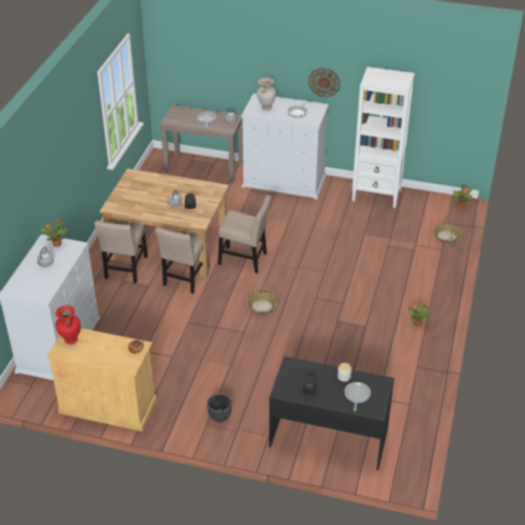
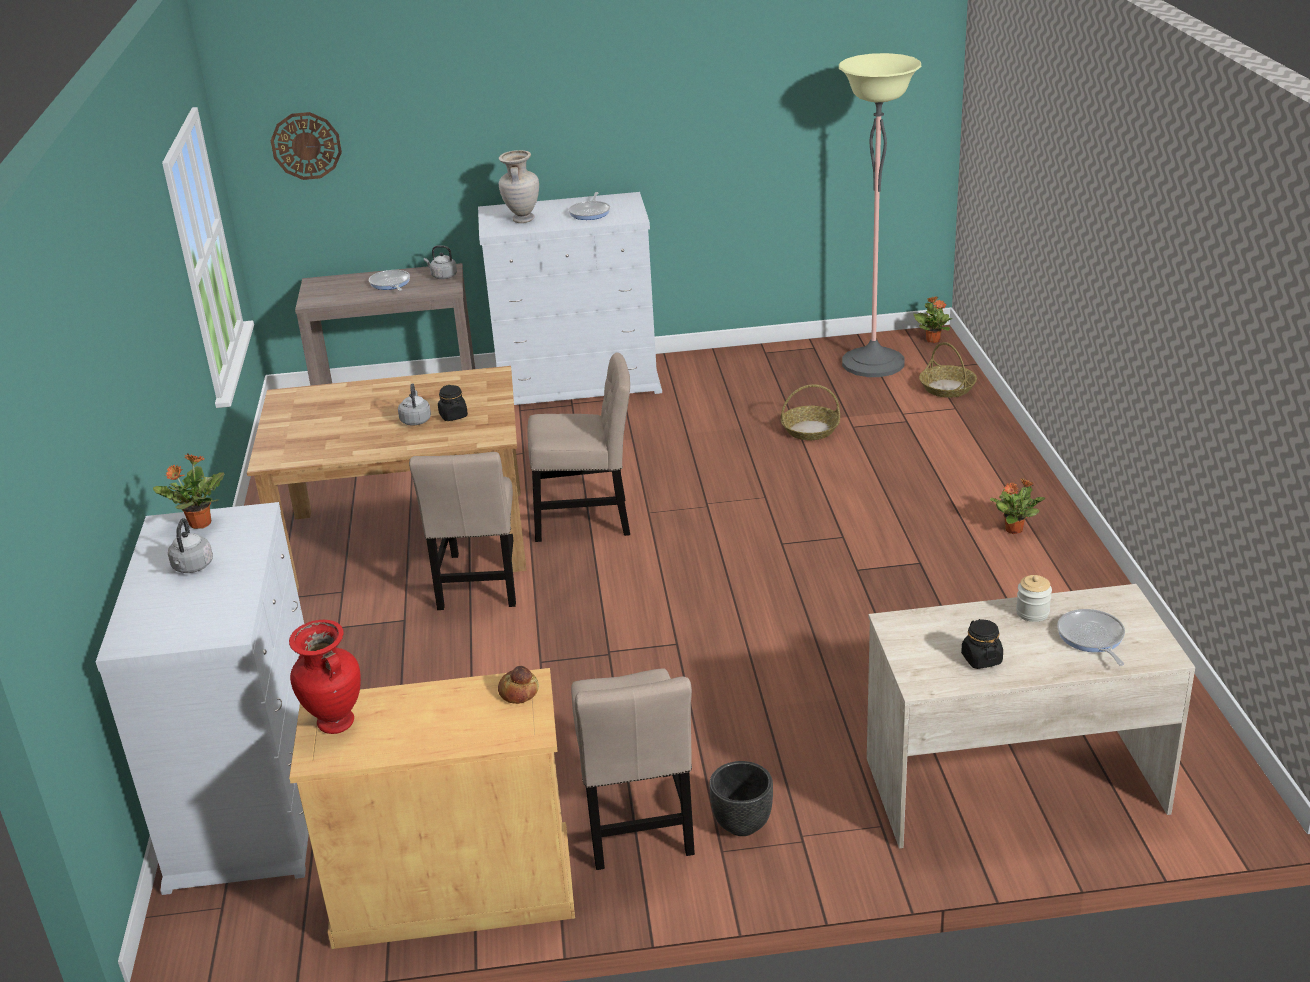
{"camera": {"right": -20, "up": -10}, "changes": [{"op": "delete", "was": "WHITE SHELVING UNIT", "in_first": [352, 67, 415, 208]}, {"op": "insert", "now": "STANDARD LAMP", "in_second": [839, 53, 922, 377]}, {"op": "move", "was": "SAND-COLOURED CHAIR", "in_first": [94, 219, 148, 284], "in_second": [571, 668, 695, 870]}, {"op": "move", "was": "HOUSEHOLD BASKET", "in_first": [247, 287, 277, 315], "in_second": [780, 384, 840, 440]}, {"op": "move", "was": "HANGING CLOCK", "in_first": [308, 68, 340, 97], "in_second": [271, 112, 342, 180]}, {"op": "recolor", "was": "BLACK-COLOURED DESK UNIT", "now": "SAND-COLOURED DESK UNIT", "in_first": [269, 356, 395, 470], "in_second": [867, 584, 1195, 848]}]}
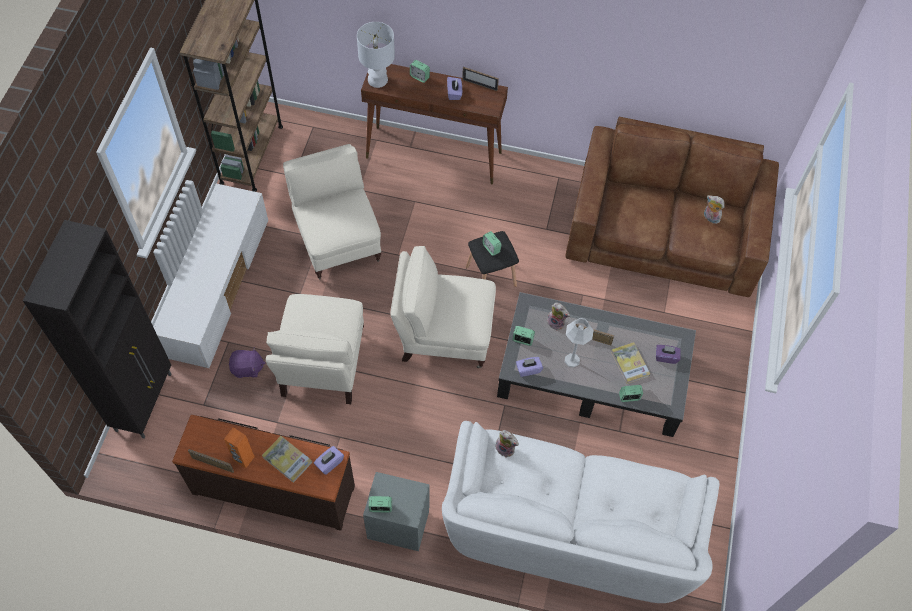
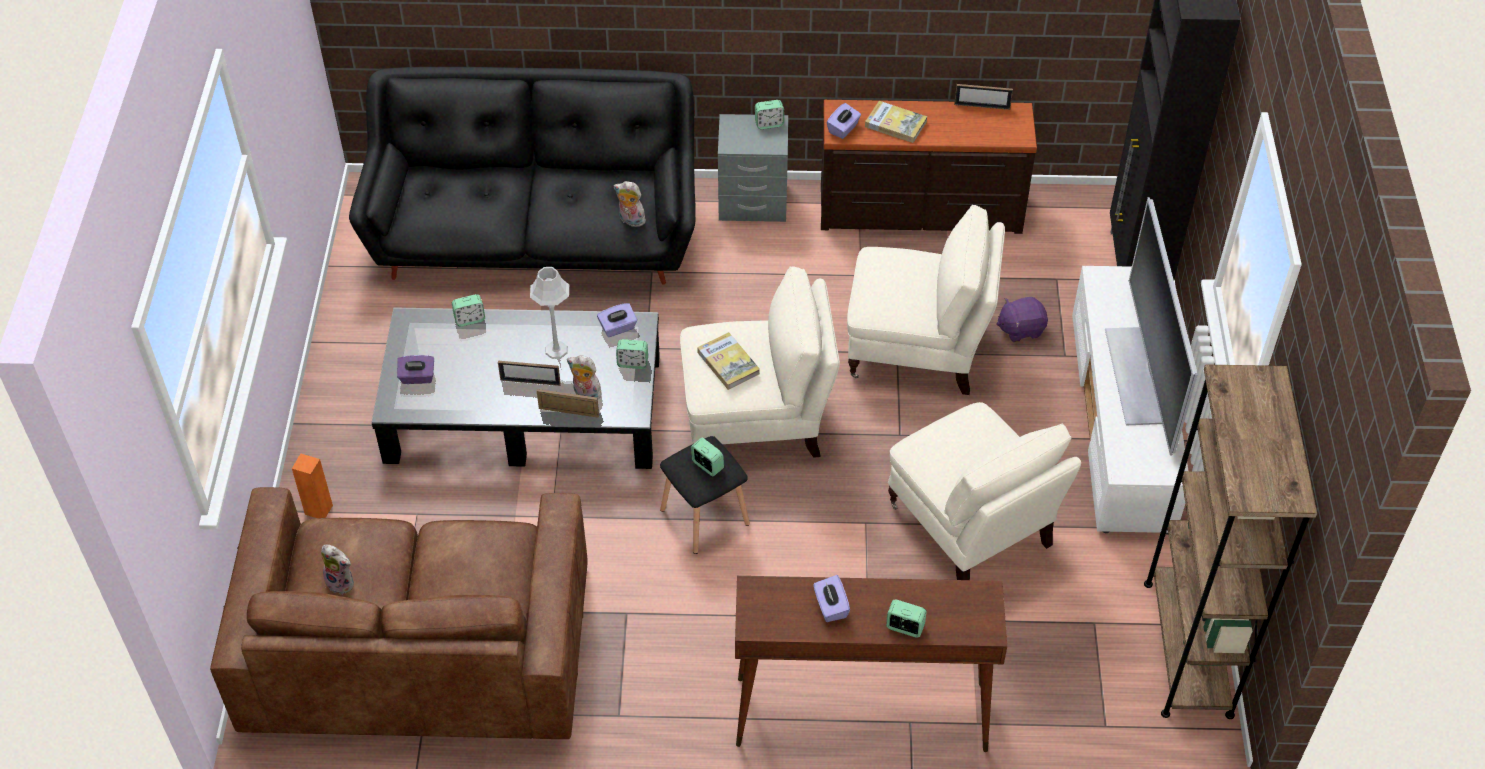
{"camera": {"right": 170, "up": -10}, "changes": [{"op": "delete", "was": "WHITE TABLETOP LAMP", "in_first": [357, 22, 395, 88]}, {"op": "insert", "now": "TELEVISION", "in_second": [1105, 197, 1198, 456]}, {"op": "move", "was": "ORANGE AUDIO SPEAKER", "in_first": [224, 428, 254, 468], "in_second": [292, 453, 333, 518]}, {"op": "move", "was": "PHOTO FRAME", "in_first": [462, 67, 499, 91], "in_second": [537, 389, 599, 418]}, {"op": "move", "was": "BOUND BOOK", "in_first": [611, 342, 650, 384], "in_second": [697, 332, 760, 390]}, {"op": "recolor", "was": "WHITE SETTEE", "now": "BLACK-COLOURED SETTEE", "in_first": [442, 421, 719, 603], "in_second": [349, 67, 696, 285]}, {"op": "rotate", "was": "SAND-COLOURED EASY CHAIR", "in_first": [266, 294, 364, 404], "in_second": [847, 205, 1005, 395], "clockwise": 105}]}
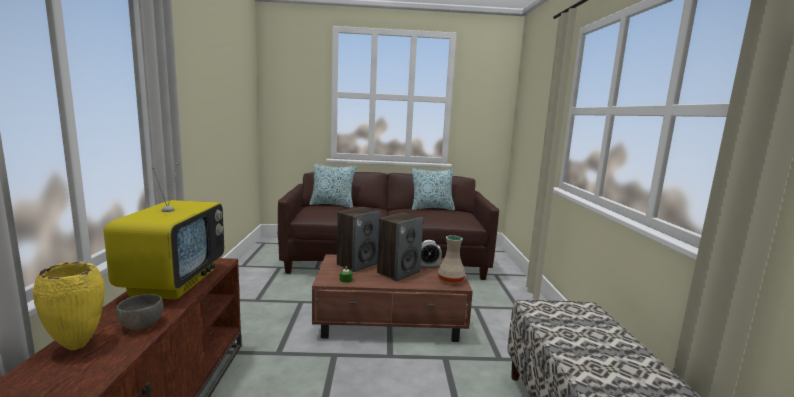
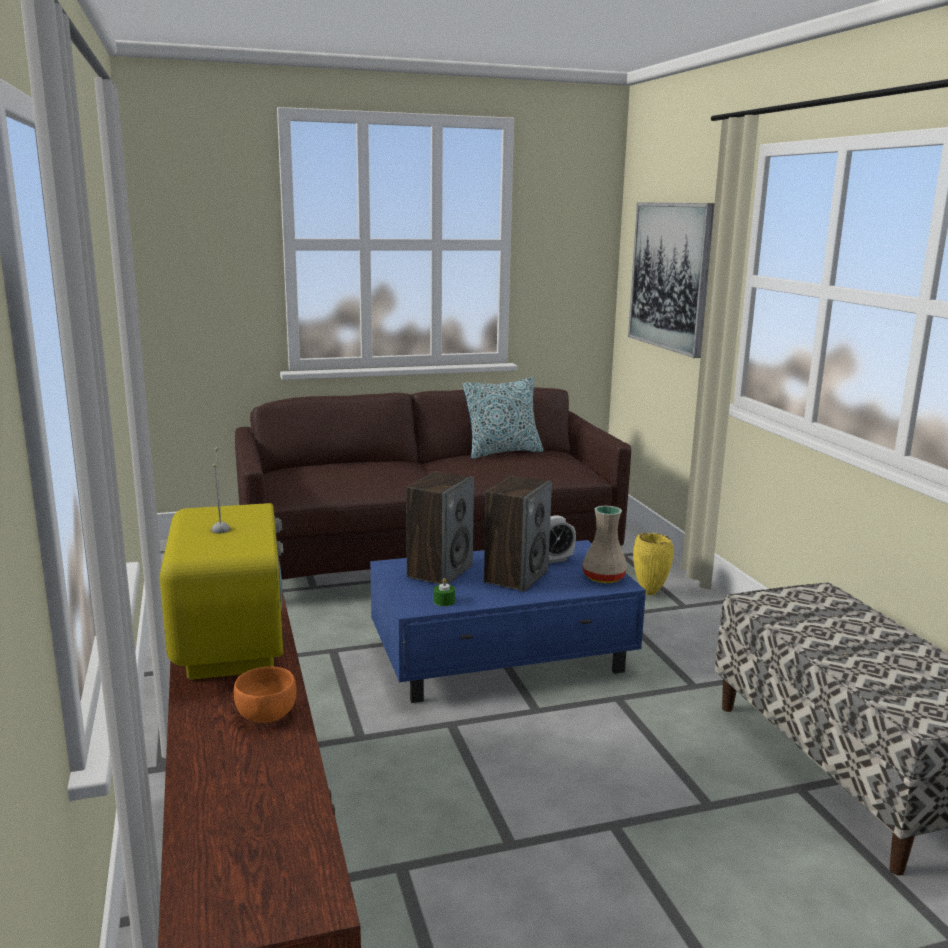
{"camera": {"right": -15, "up": 5}, "changes": [{"op": "delete", "was": "PILLOW", "in_first": [309, 164, 357, 208]}, {"op": "insert", "now": "WALL PICTURE", "in_second": [628, 202, 715, 358]}, {"op": "move", "was": "YELLOWISH VASE", "in_first": [33, 262, 105, 350], "in_second": [633, 533, 674, 595]}, {"op": "recolor", "was": "GREY BOWL", "now": "ORANGE BOWL", "in_first": [116, 294, 163, 329], "in_second": [234, 667, 297, 723]}, {"op": "recolor", "was": "BROWN-COLOURED LOW TABLE", "now": "BLUE LOW TABLE", "in_first": [312, 254, 473, 342], "in_second": [370, 540, 646, 703]}]}
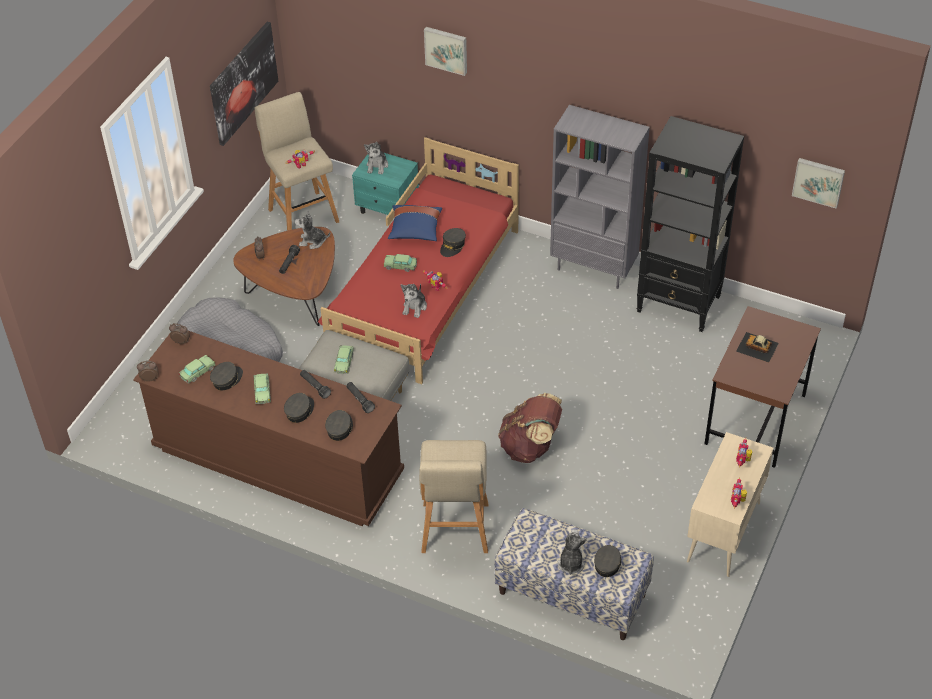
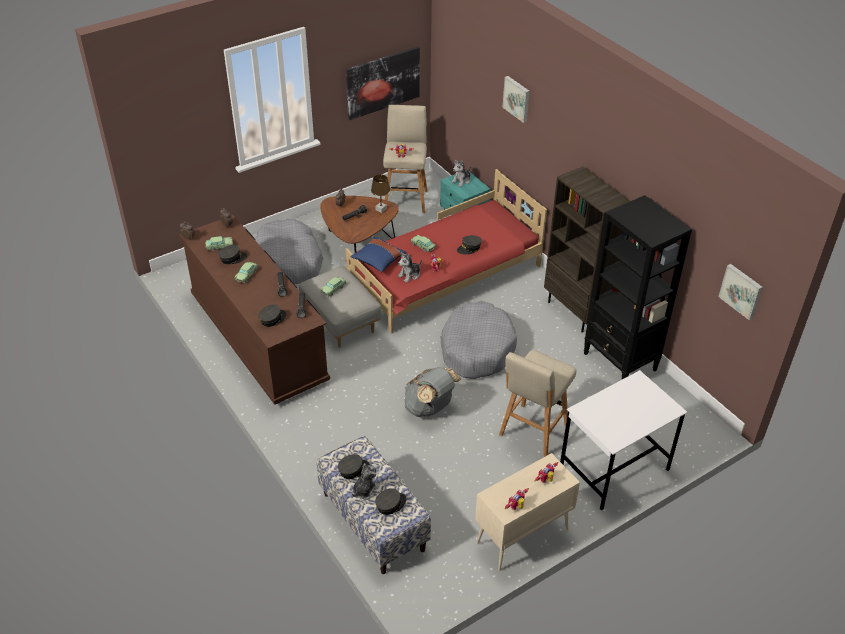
{"camera": {"right": 30, "up": -5}, "changes": [{"op": "delete", "was": "MODEL CAR", "in_first": [736, 332, 779, 363]}, {"op": "insert", "now": "GREY DOG BED", "in_second": [441, 301, 517, 379]}, {"op": "move", "was": "GREY CAP", "in_first": [284, 393, 314, 423], "in_second": [338, 454, 370, 479]}, {"op": "move", "was": "BLUE PILLOW", "in_first": [388, 205, 442, 241], "in_second": [351, 237, 406, 272]}, {"op": "move", "was": "SAND-COLOURED SITTING STOOL", "in_first": [419, 440, 488, 553], "in_second": [499, 350, 577, 457]}, {"op": "replace", "was": "SOFT TOY", "now": "BROWN-COLOURED TABLETOP LAMP", "in_first": [295, 211, 330, 249], "in_second": [371, 174, 390, 213]}, {"op": "recolor", "was": "BROWN-COLOURED RUCKSACK", "now": "GREY RUCKSACK", "in_first": [498, 393, 562, 463], "in_second": [405, 367, 461, 417]}, {"op": "recolor", "was": "GREY SHELVING UNIT", "now": "BROWN-COLOURED SHELVING UNIT", "in_first": [550, 105, 650, 289], "in_second": [544, 166, 630, 333]}, {"op": "recolor", "was": "BROWN-COLOURED DESK UNIT", "now": "WHITE DESK UNIT", "in_first": [704, 306, 821, 468], "in_second": [560, 370, 687, 510]}]}
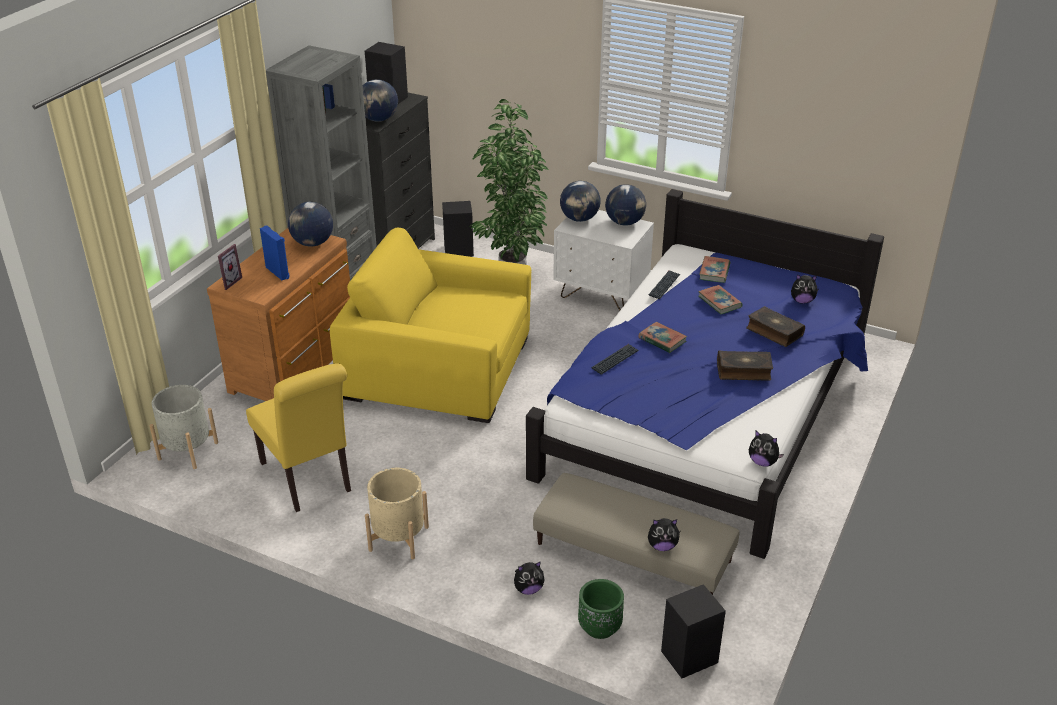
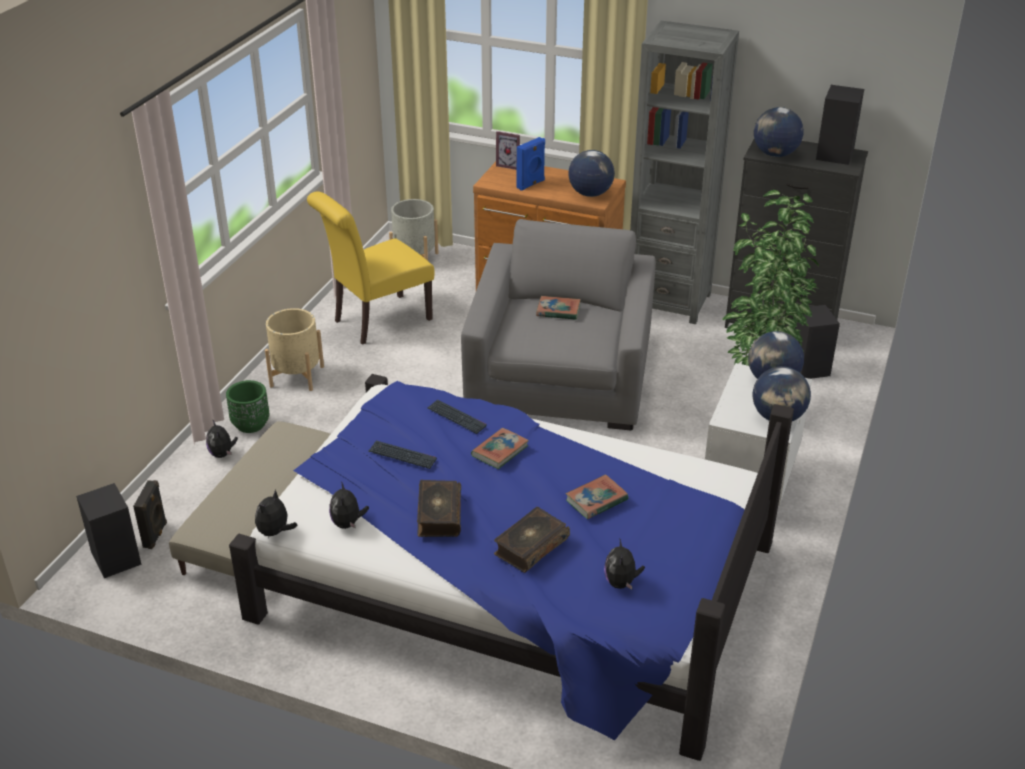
{"camera": {"right": 85, "up": 0}, "changes": [{"op": "insert", "now": "BLACK-COLOURED AUDIO SPEAKER", "in_second": [133, 480, 167, 549]}, {"op": "move", "was": "GREENISH PLANTER", "in_first": [578, 579, 624, 639], "in_second": [226, 380, 269, 433]}, {"op": "move", "was": "SOFT TOY", "in_first": [648, 518, 680, 551], "in_second": [329, 481, 369, 529]}, {"op": "move", "was": "KEYBOARD", "in_first": [649, 270, 680, 299], "in_second": [368, 441, 437, 469]}, {"op": "move", "was": "BOUND BOOK", "in_first": [699, 256, 731, 283], "in_second": [536, 296, 581, 320]}, {"op": "recolor", "was": "YELLOWISH EASY CHAIR", "now": "GREY EASY CHAIR", "in_first": [330, 228, 531, 423], "in_second": [461, 219, 656, 430]}]}
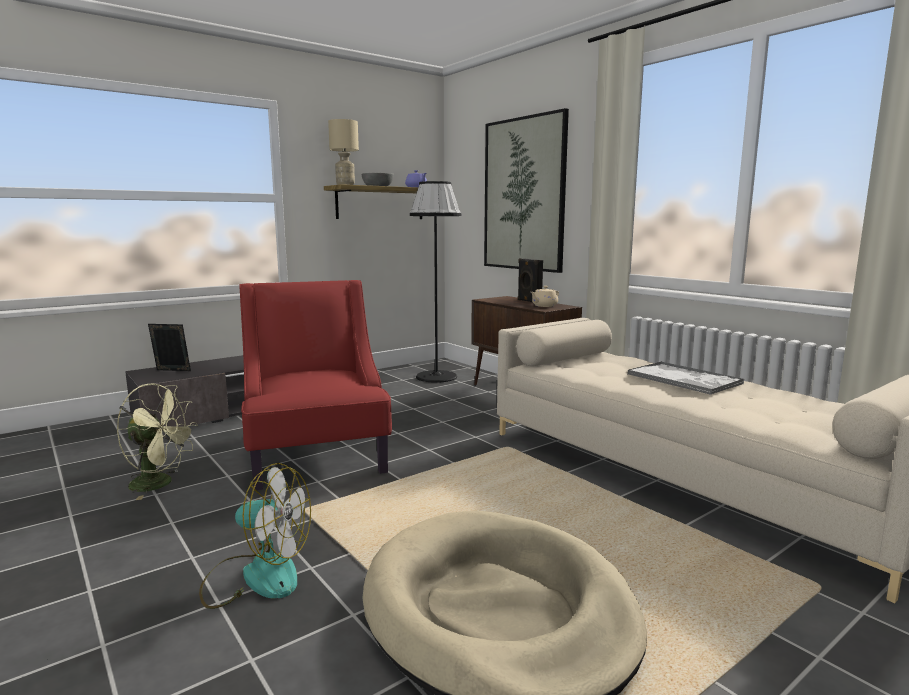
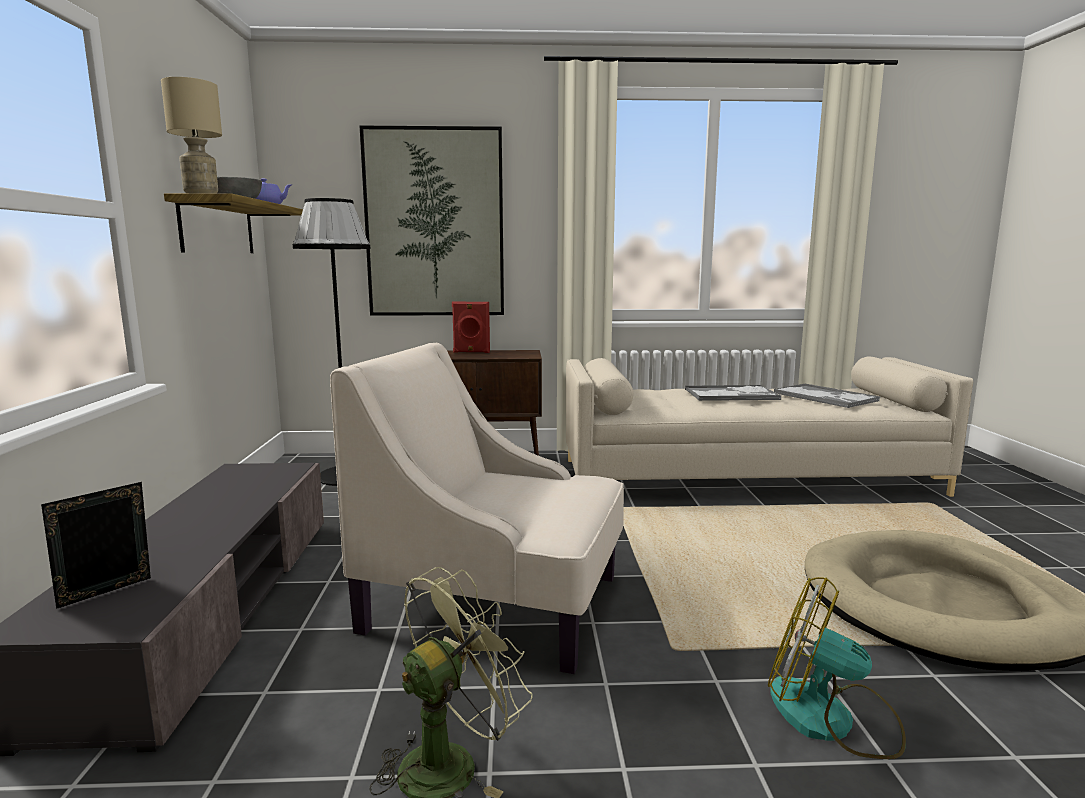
{"camera": {"right": -55, "up": 0}, "changes": [{"op": "delete", "was": "SAND-COLOURED POT FOR TEA", "in_first": [531, 286, 559, 307]}, {"op": "insert", "now": "TRAY", "in_second": [774, 383, 880, 408]}, {"op": "recolor", "was": "RED-COLOURED EASY CHAIR", "now": "SAND-COLOURED EASY CHAIR", "in_first": [239, 280, 392, 491], "in_second": [330, 343, 624, 674]}, {"op": "recolor", "was": "BLACK-COLOURED AUDIO SPEAKER", "now": "RED-COLOURED AUDIO SPEAKER", "in_first": [518, 258, 543, 302], "in_second": [452, 301, 490, 353]}, {"op": "rotate", "was": "ELECTRIC FAN", "in_first": [199, 463, 311, 609], "in_second": [768, 577, 906, 759], "clockwise": -105}]}
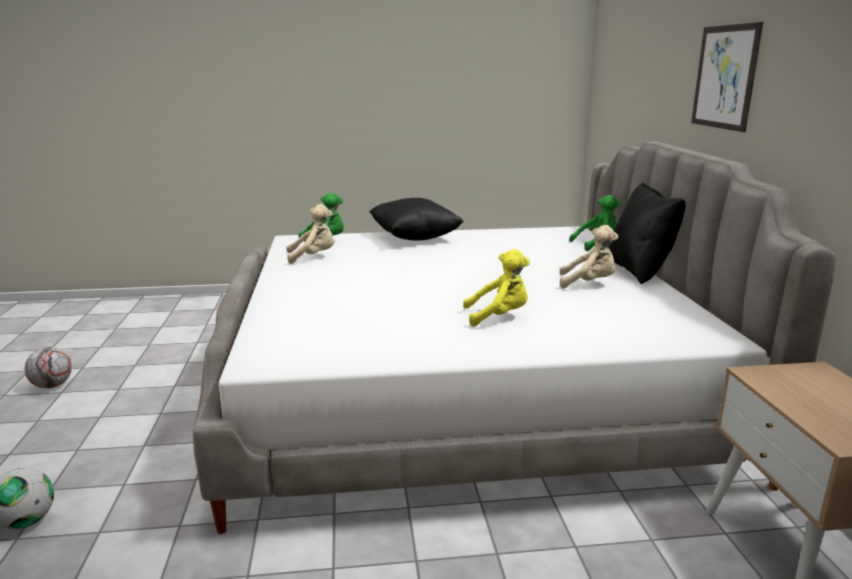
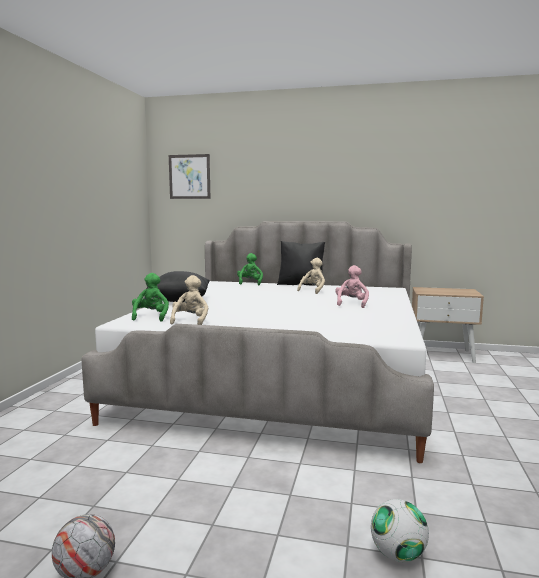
{"camera": {"right": -70, "up": -10}, "changes": [{"op": "move", "was": "WALL PICTURE", "in_first": [691, 22, 763, 132], "in_second": [169, 154, 211, 199]}, {"op": "recolor", "was": "YELLOWISH SOFT TOY", "now": "PINK-COLOURED SOFT TOY", "in_first": [463, 249, 530, 327], "in_second": [335, 265, 369, 308]}]}
